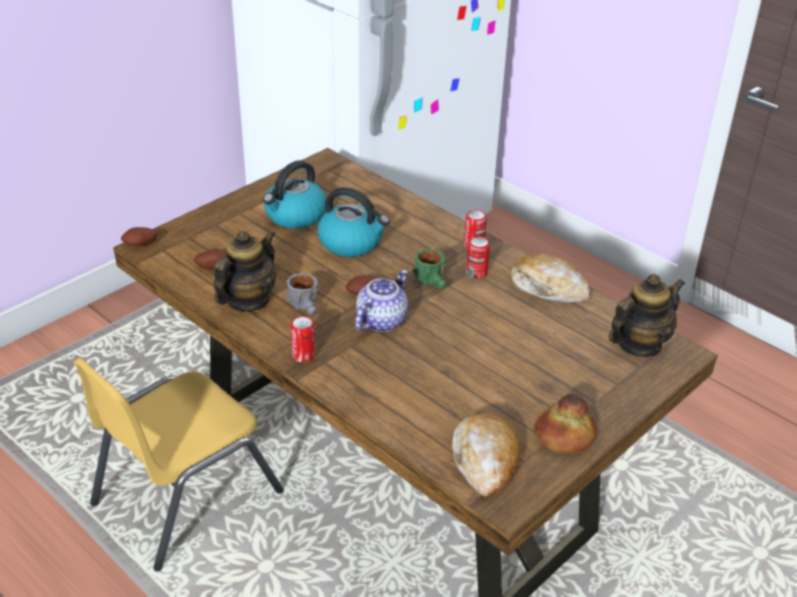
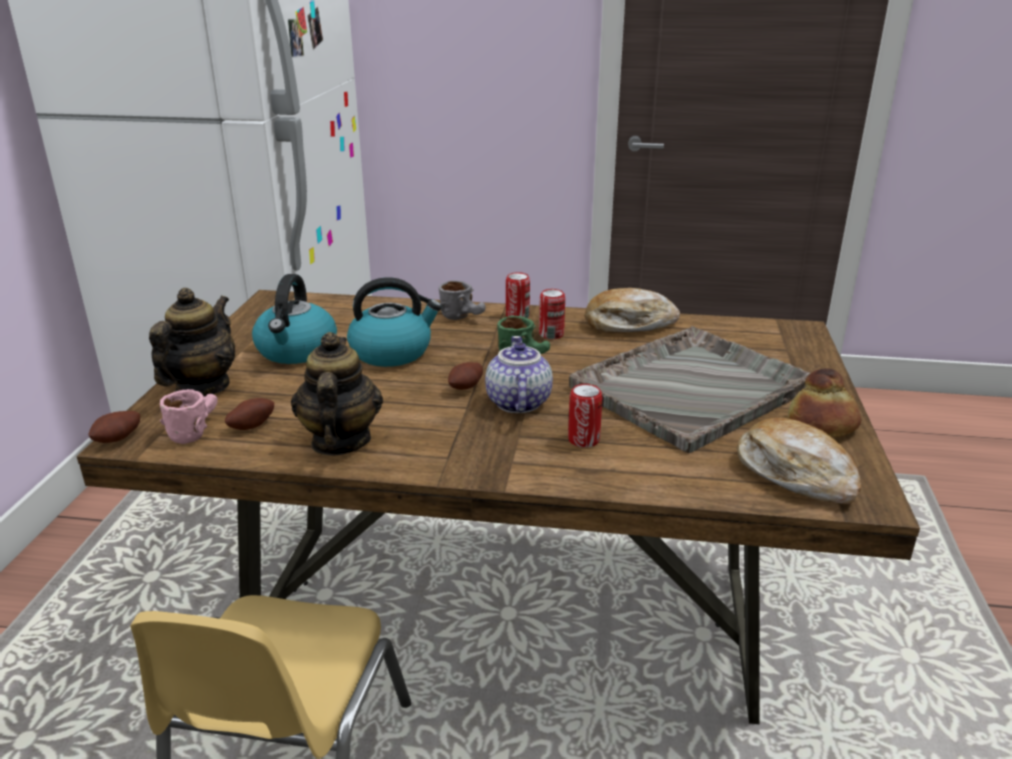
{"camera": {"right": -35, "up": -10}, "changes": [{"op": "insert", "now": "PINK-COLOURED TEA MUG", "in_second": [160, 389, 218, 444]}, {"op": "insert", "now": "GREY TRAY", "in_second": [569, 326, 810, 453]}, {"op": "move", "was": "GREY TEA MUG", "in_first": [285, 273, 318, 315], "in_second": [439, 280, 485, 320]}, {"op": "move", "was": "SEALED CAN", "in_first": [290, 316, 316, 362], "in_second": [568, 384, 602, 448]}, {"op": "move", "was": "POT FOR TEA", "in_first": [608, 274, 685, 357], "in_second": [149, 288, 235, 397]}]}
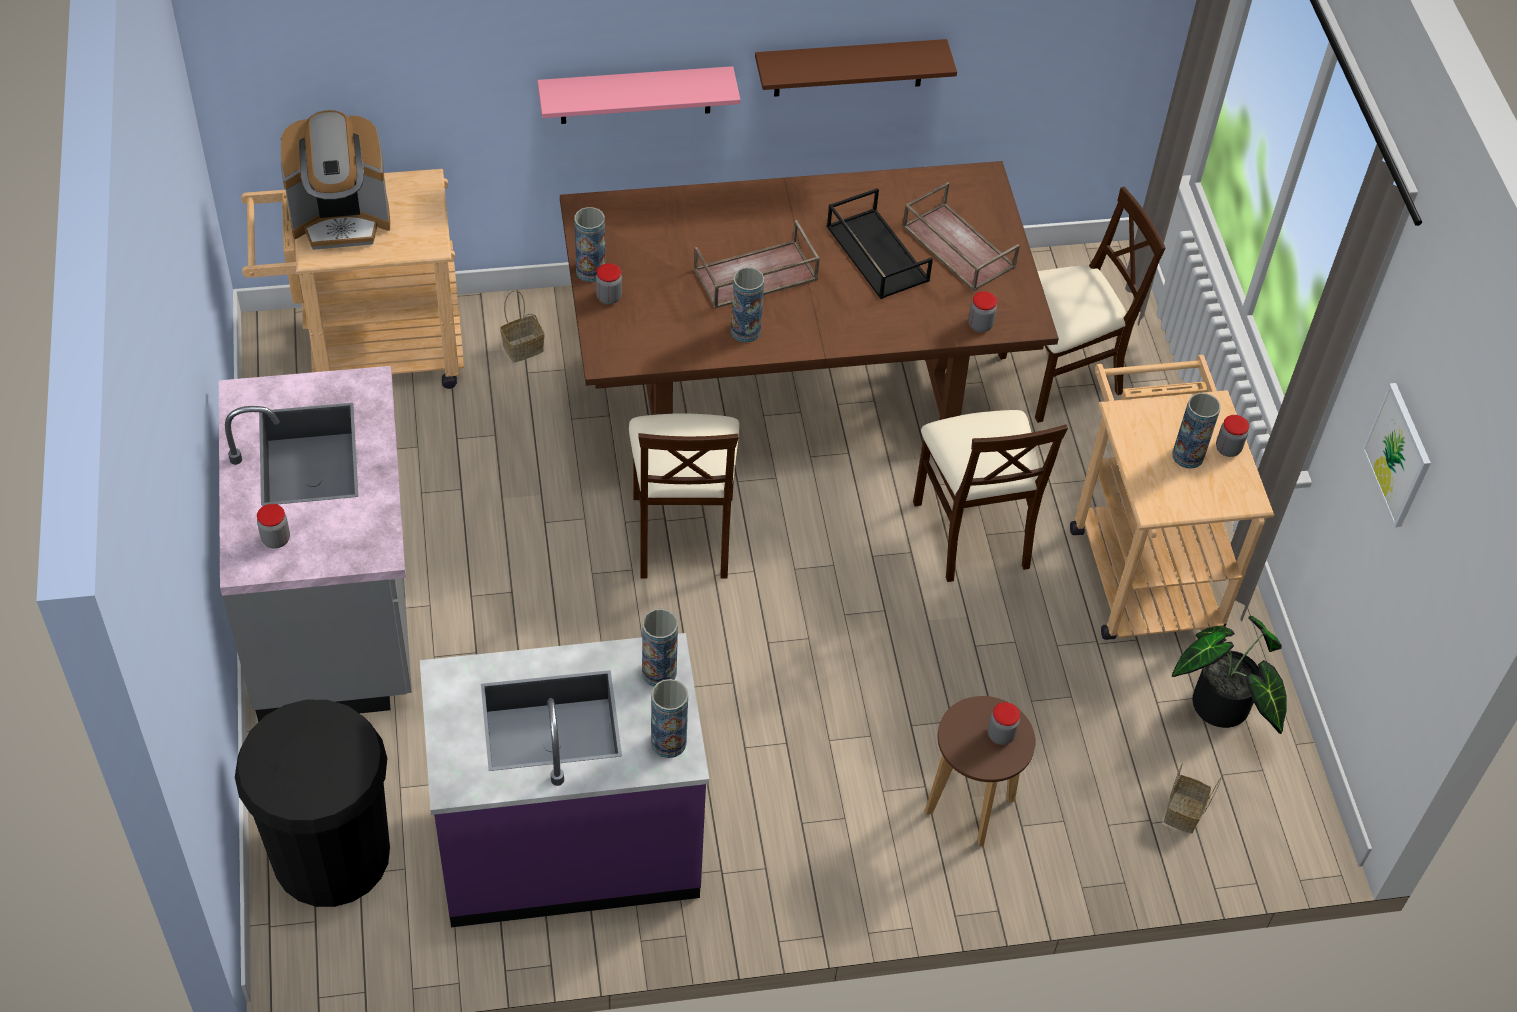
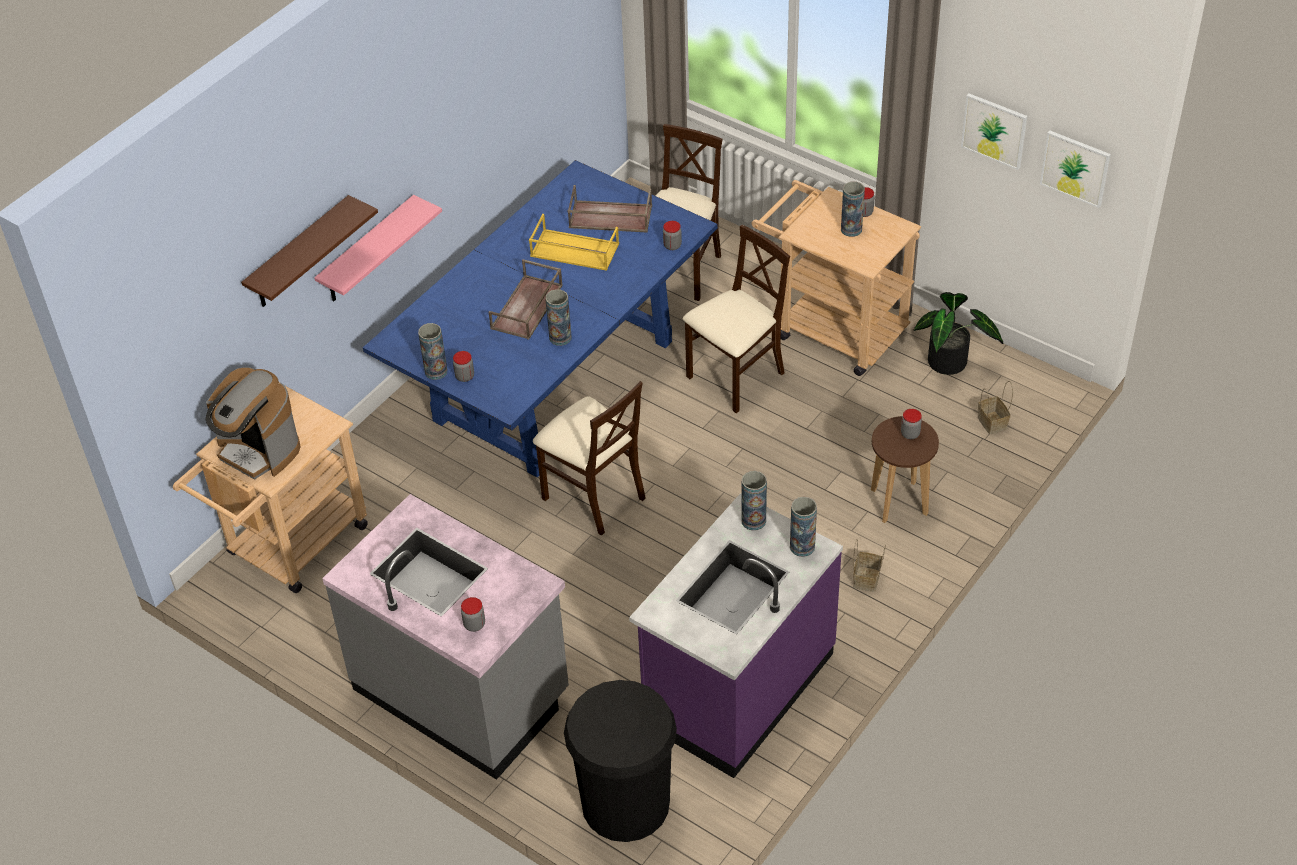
{"camera": {"right": -40, "up": -5}, "changes": [{"op": "insert", "now": "WALL PICTURE", "in_second": [1040, 130, 1111, 208]}, {"op": "move", "was": "HOUSEHOLD BASKET", "in_first": [500, 290, 545, 363], "in_second": [853, 539, 886, 592]}, {"op": "move", "was": "BROWN-COLOURED BRACKET SHELF", "in_first": [755, 39, 957, 97], "in_second": [241, 195, 378, 307]}, {"op": "recolor", "was": "BROWN-COLOURED DINING TABLE", "now": "BLUE DINING TABLE", "in_first": [560, 161, 1059, 420], "in_second": [363, 160, 718, 477]}, {"op": "recolor", "was": "BLACK-COLOURED TRAY", "now": "YELLOWISH TRAY", "in_first": [827, 188, 933, 299], "in_second": [529, 214, 619, 271]}, {"op": "rotate", "was": "COFFEE BREWER", "in_first": [280, 110, 390, 250], "in_second": [205, 367, 300, 480], "clockwise": 90}, {"op": "rotate", "was": "SAND-COLOURED CHAIR", "in_first": [913, 410, 1068, 582], "in_second": [683, 225, 790, 413], "clockwise": -75}]}
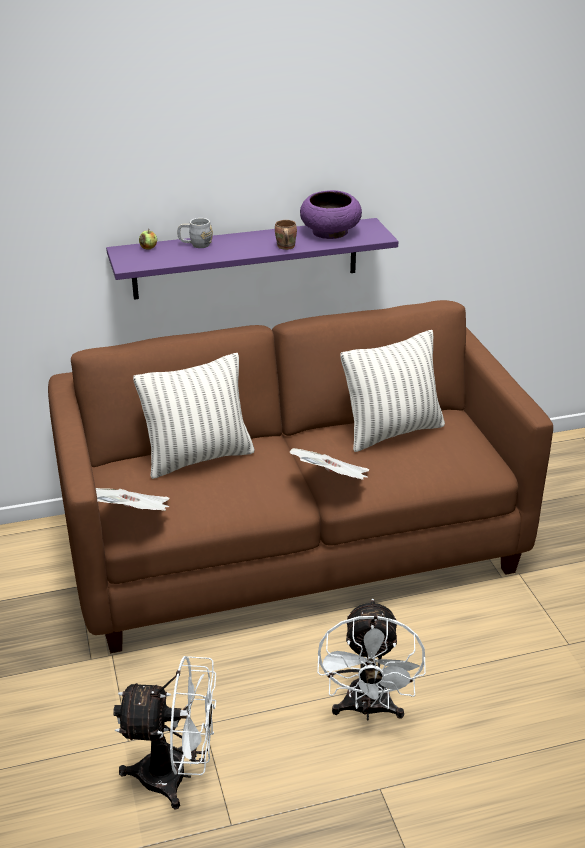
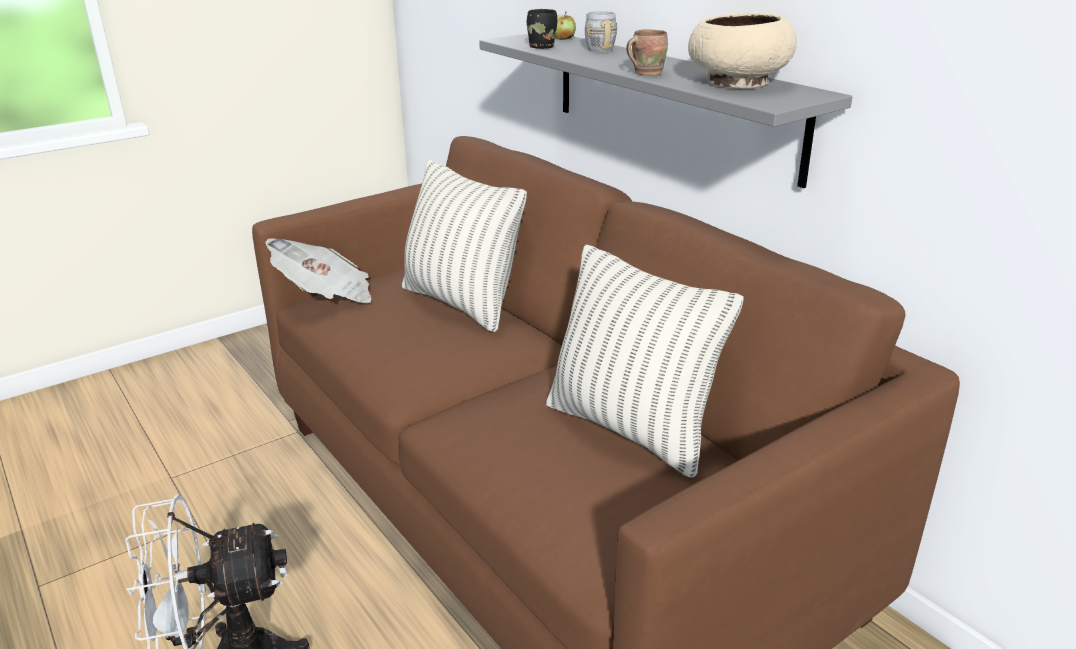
{"camera": {"right": 70, "up": -5}, "changes": [{"op": "delete", "was": "WHITE ELECTRIC FAN", "in_first": [113, 656, 216, 810]}, {"op": "delete", "was": "PRINTED PAPER", "in_first": [290, 448, 369, 480]}, {"op": "insert", "now": "BLACK-COLOURED TEA MUG", "in_second": [527, 9, 557, 49]}, {"op": "recolor", "was": "PURPLE BRACKET SHELF", "now": "GREY BRACKET SHELF", "in_first": [106, 218, 398, 300], "in_second": [479, 34, 852, 188]}, {"op": "recolor", "was": "PURPLE BOWL", "now": "SAND-COLOURED BOWL", "in_first": [300, 190, 362, 239], "in_second": [688, 13, 797, 89]}]}
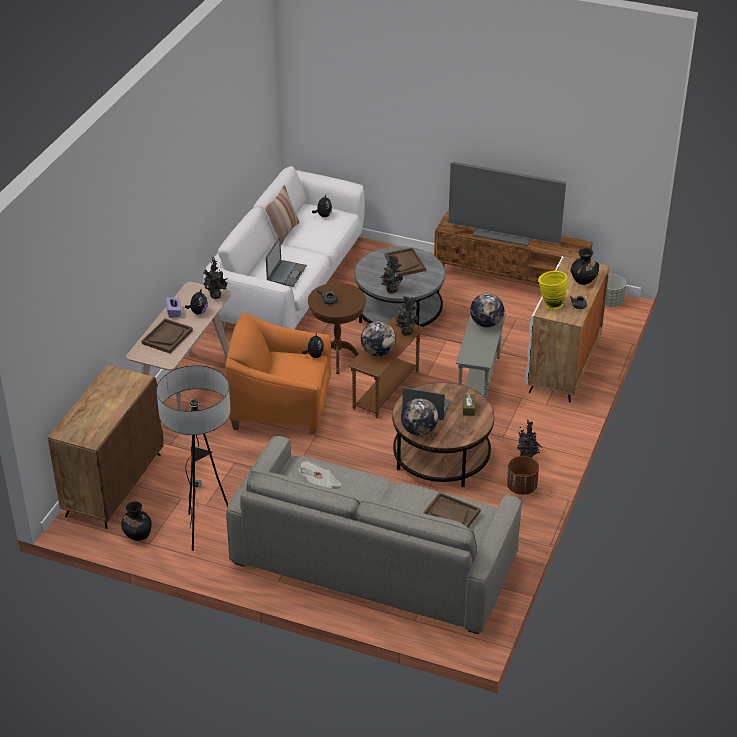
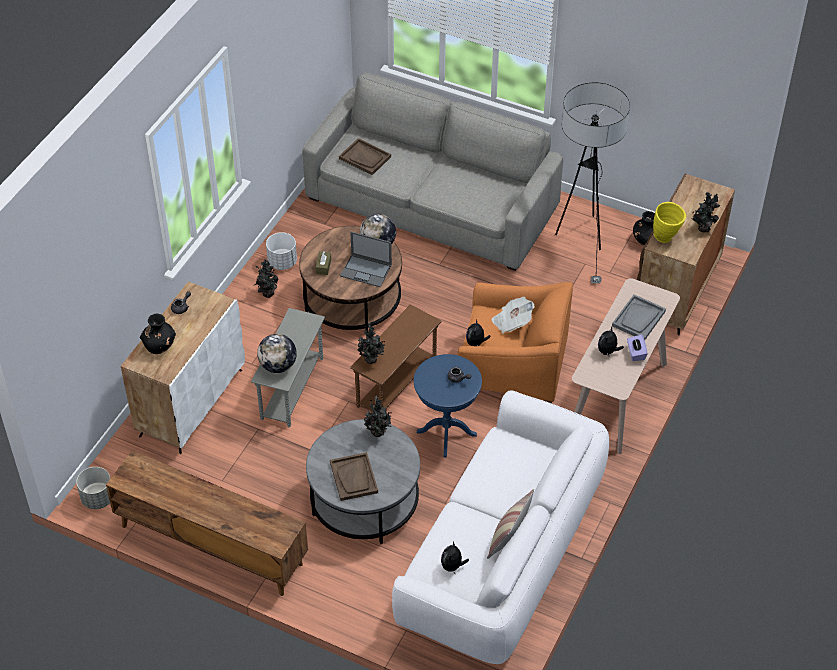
{"camera": {"right": -175, "up": 10}, "changes": [{"op": "delete", "was": "NOTEBOOK COMPUTER", "in_first": [266, 237, 307, 287]}, {"op": "delete", "was": "GLOBE", "in_first": [361, 321, 396, 356]}, {"op": "delete", "was": "TELEVISION", "in_first": [448, 162, 566, 246]}, {"op": "move", "was": "PLANT IN A POT", "in_first": [203, 257, 228, 299], "in_second": [691, 192, 720, 232]}, {"op": "move", "was": "PRINTED PAPER", "in_first": [298, 461, 341, 488], "in_second": [491, 297, 535, 334]}, {"op": "move", "was": "YELLOWISH VASE", "in_first": [538, 271, 567, 309], "in_second": [653, 202, 686, 243]}, {"op": "recolor", "was": "BROWN-COLOURED TRAY", "now": "GREY TRAY", "in_first": [142, 318, 193, 353], "in_second": [612, 295, 666, 340]}, {"op": "recolor", "was": "BROWN-COLOURED END TABLE", "now": "BLUE END TABLE", "in_first": [308, 283, 366, 374], "in_second": [414, 354, 482, 457]}, {"op": "recolor", "was": "BROWN-COLOURED PLANTER", "now": "WHITE PLANTER", "in_first": [507, 456, 539, 495], "in_second": [266, 232, 297, 270]}]}
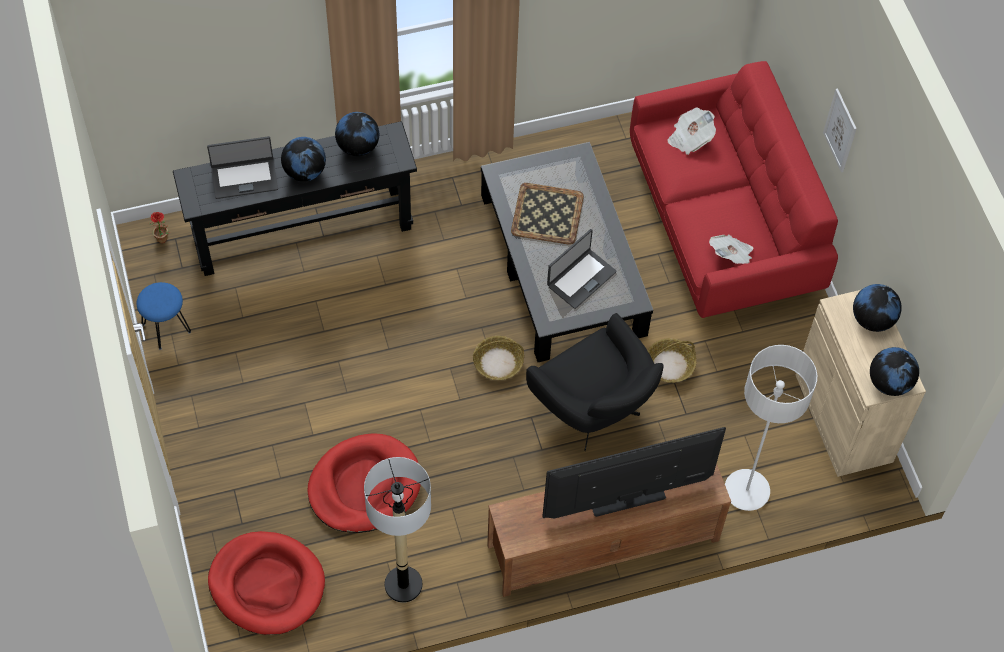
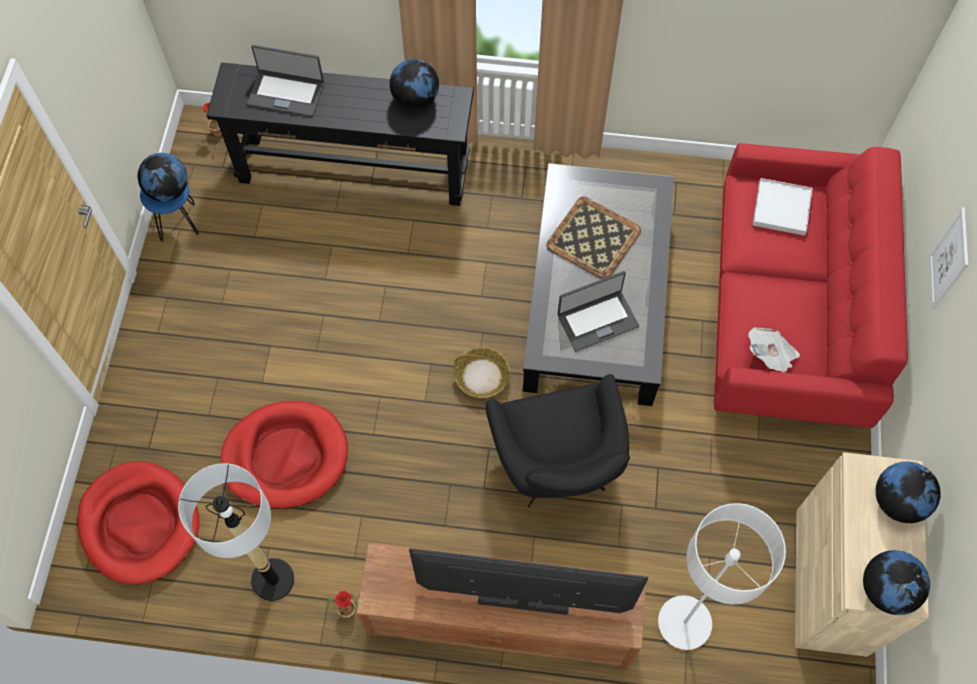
{"camera": {"right": 25, "up": 5}, "changes": [{"op": "delete", "was": "HOUSEHOLD BASKET", "in_first": [648, 338, 696, 383]}, {"op": "insert", "now": "PLANT IN A POT", "in_second": [327, 591, 360, 618]}, {"op": "move", "was": "GLOBE", "in_first": [281, 137, 326, 182], "in_second": [138, 153, 188, 202]}, {"op": "replace", "was": "PRINTED PAPER", "now": "WHITE TRAY", "in_first": [668, 107, 716, 155], "in_second": [753, 178, 812, 236]}]}
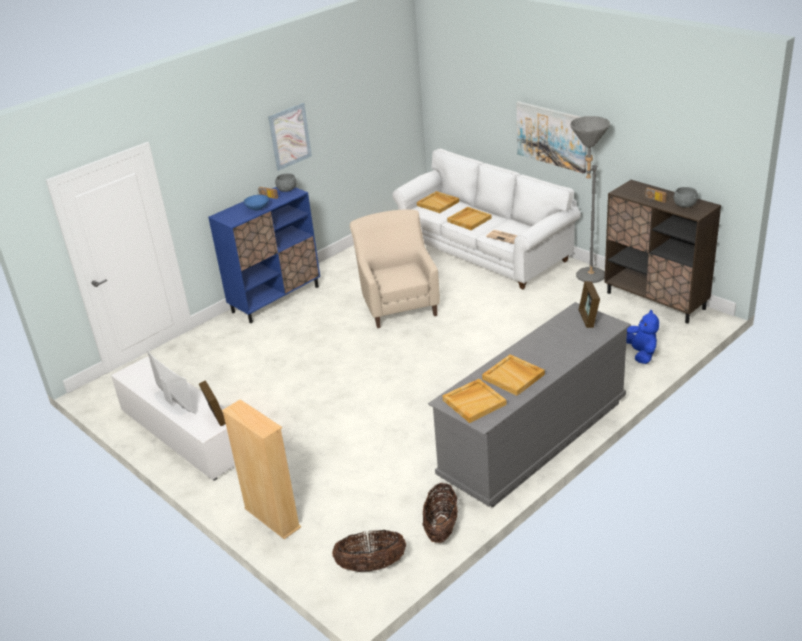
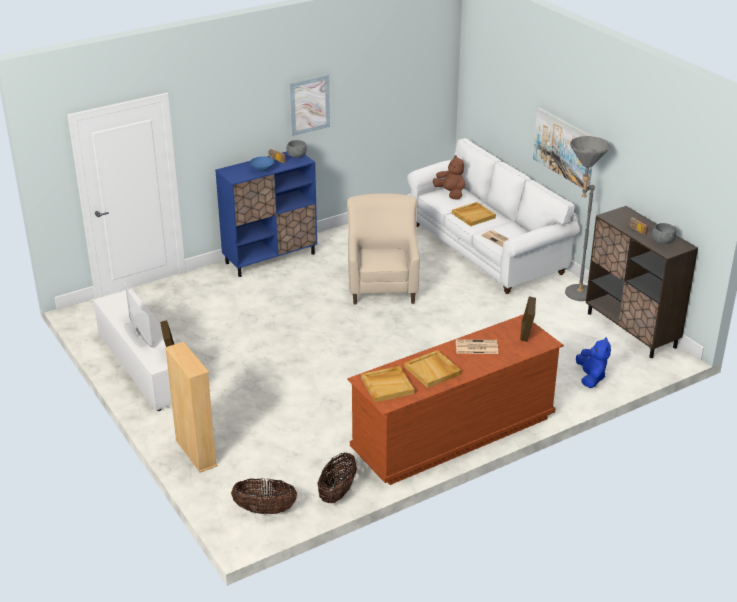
{"camera": {"right": 10, "up": 0}, "changes": [{"op": "insert", "now": "PRINTED PAPER", "in_second": [456, 339, 498, 354]}, {"op": "replace", "was": "SAND-COLOURED TRAY", "now": "BROWN-COLOURED SOFT TOY", "in_first": [417, 191, 459, 213], "in_second": [433, 155, 465, 199]}, {"op": "recolor", "was": "GREY CHEST OF DRAWERS", "now": "BROWN-COLOURED CHEST OF DRAWERS", "in_first": [428, 302, 631, 507], "in_second": [347, 315, 564, 485]}]}
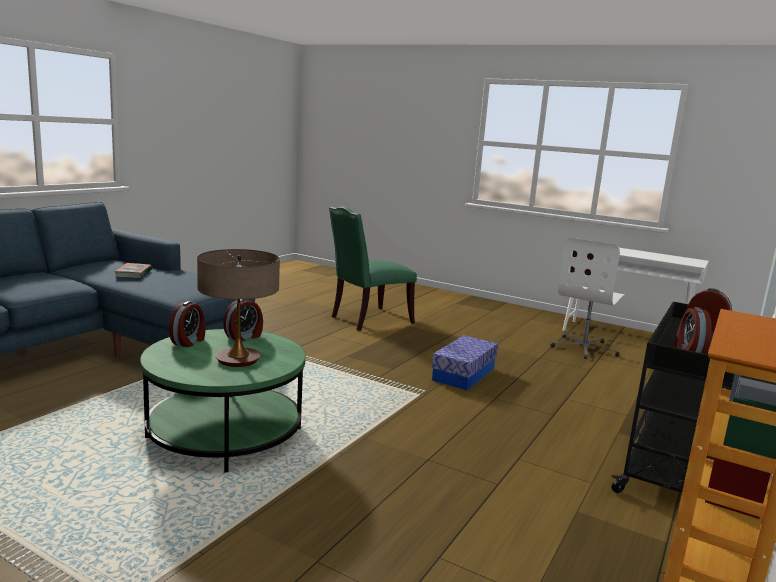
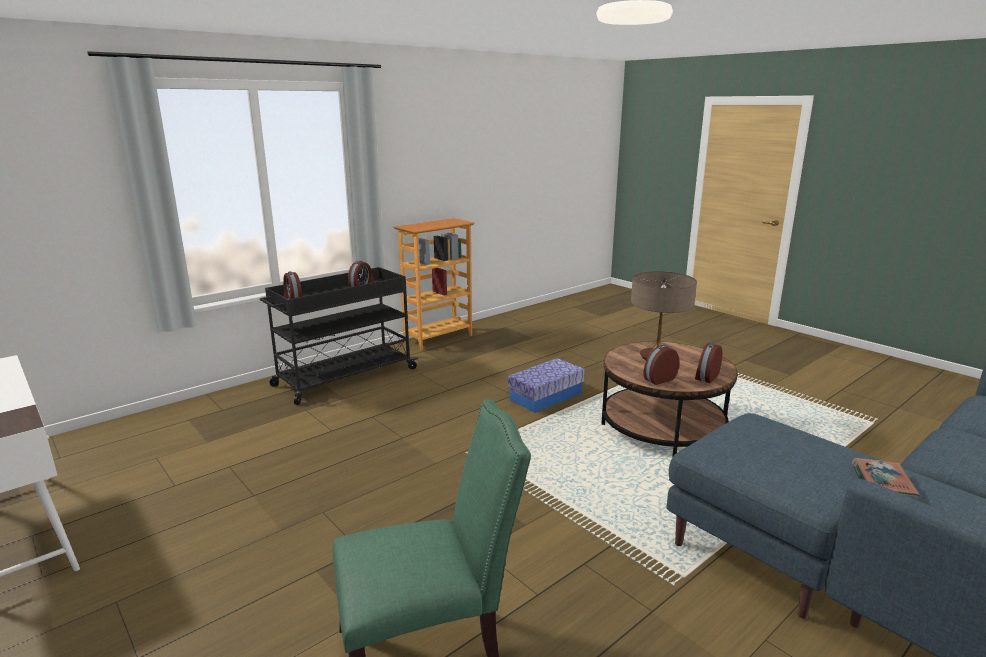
{"camera": {"right": -160, "up": 5}, "changes": [{"op": "delete", "was": "WHITE COMPUTER CHAIR", "in_first": [551, 238, 625, 359]}, {"op": "move", "was": "STORAGE BOX", "in_first": [432, 335, 498, 390], "in_second": [508, 358, 585, 413]}, {"op": "recolor", "was": "GREENISH LOW TABLE", "now": "BROWN-COLOURED LOW TABLE", "in_first": [140, 329, 306, 473], "in_second": [601, 341, 738, 457]}]}
